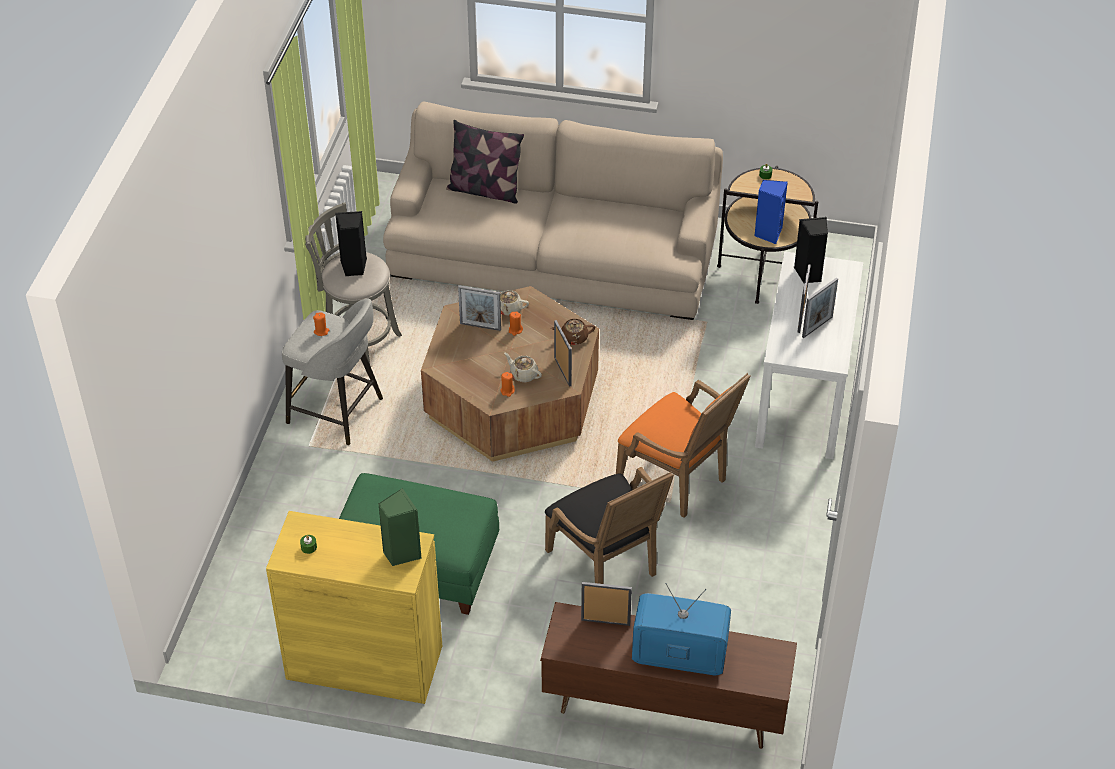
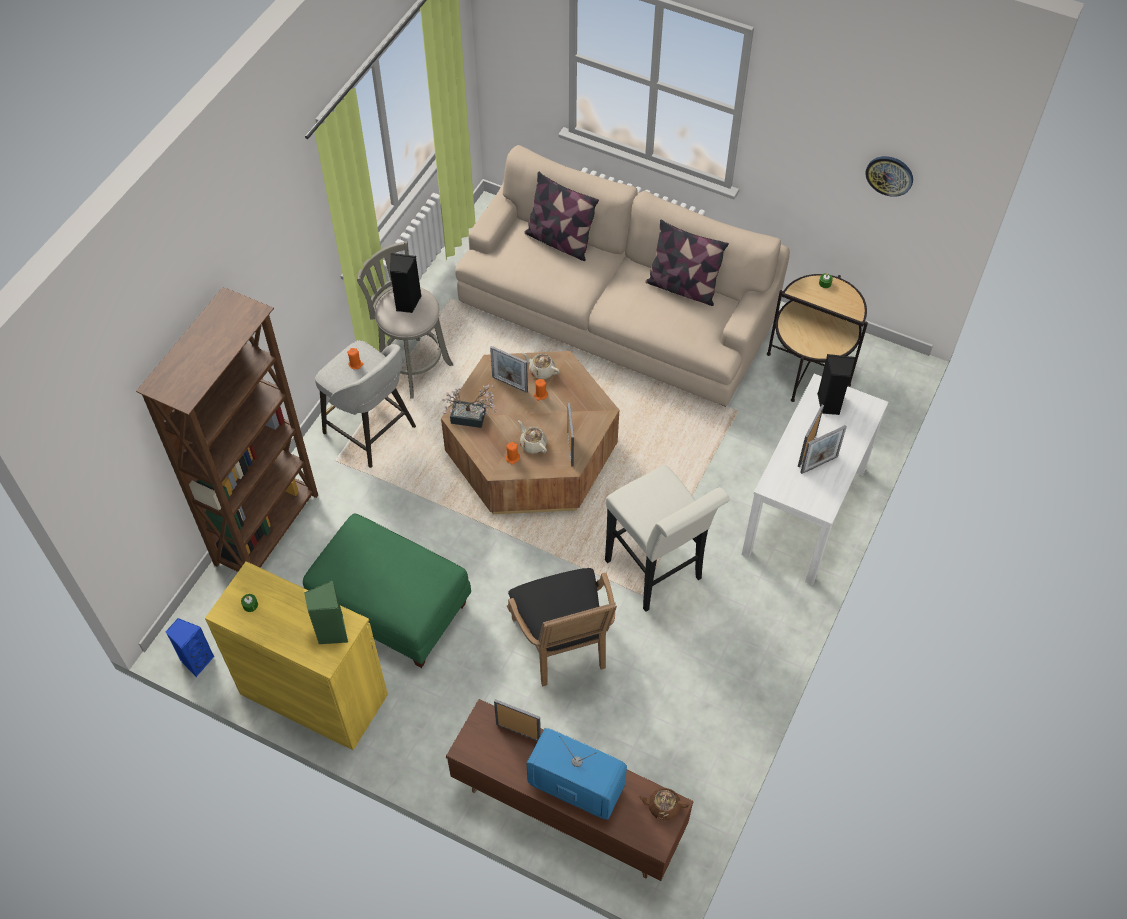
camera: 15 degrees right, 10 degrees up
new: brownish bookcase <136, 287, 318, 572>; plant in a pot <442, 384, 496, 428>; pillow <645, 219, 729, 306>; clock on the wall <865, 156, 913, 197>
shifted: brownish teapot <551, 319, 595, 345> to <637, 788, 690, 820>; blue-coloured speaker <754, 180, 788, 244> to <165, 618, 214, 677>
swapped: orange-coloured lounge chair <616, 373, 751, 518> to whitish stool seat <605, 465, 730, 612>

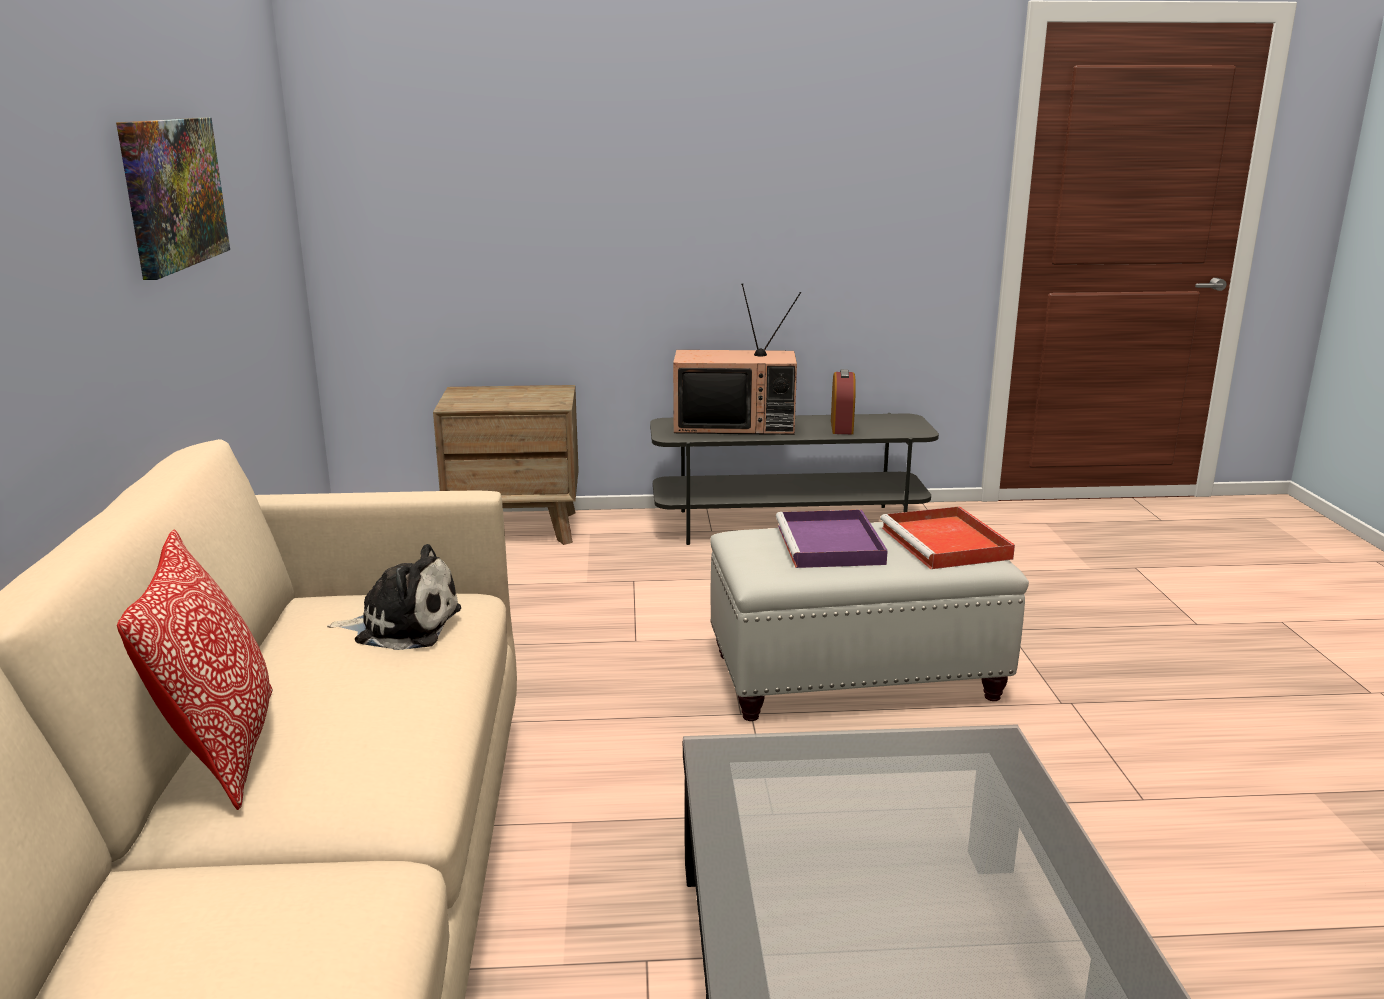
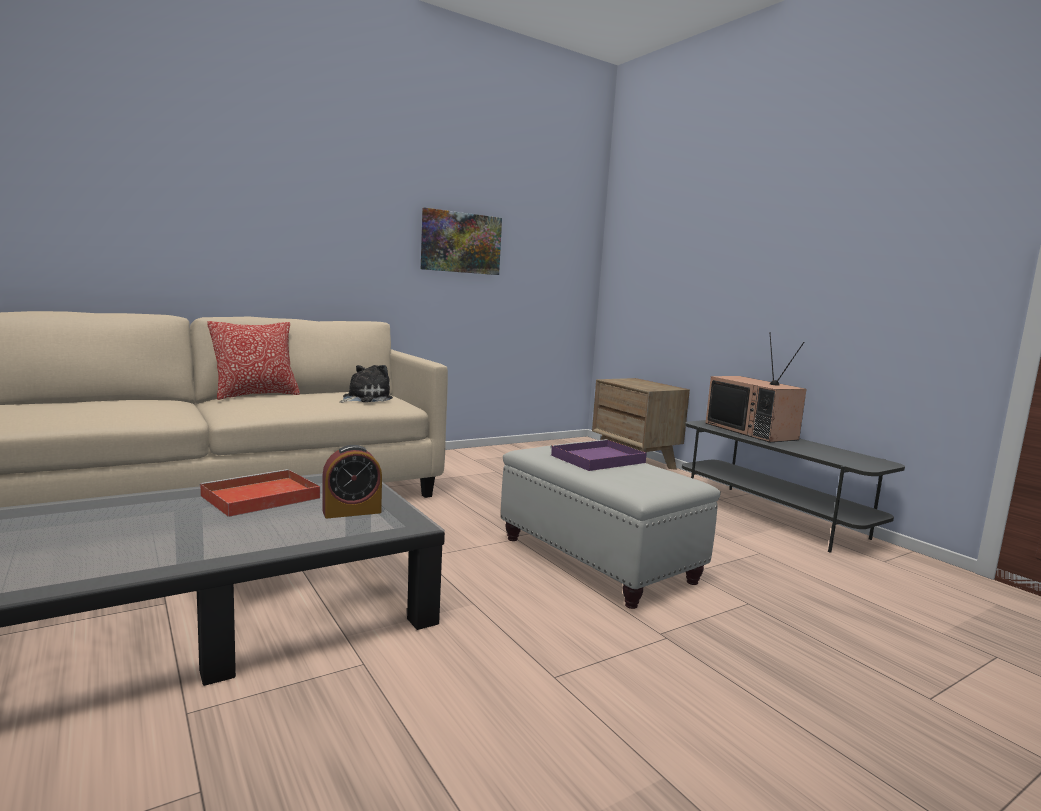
camera: 60 degrees right, 10 degrees down
shifted: alarm clock <831, 369, 856, 434> to <322, 445, 382, 518>; reddish tray <880, 506, 1015, 569> to <199, 469, 320, 517>
rotated: soft toy <327, 544, 461, 650> = <340, 365, 393, 403> 120 degrees counterclockwise

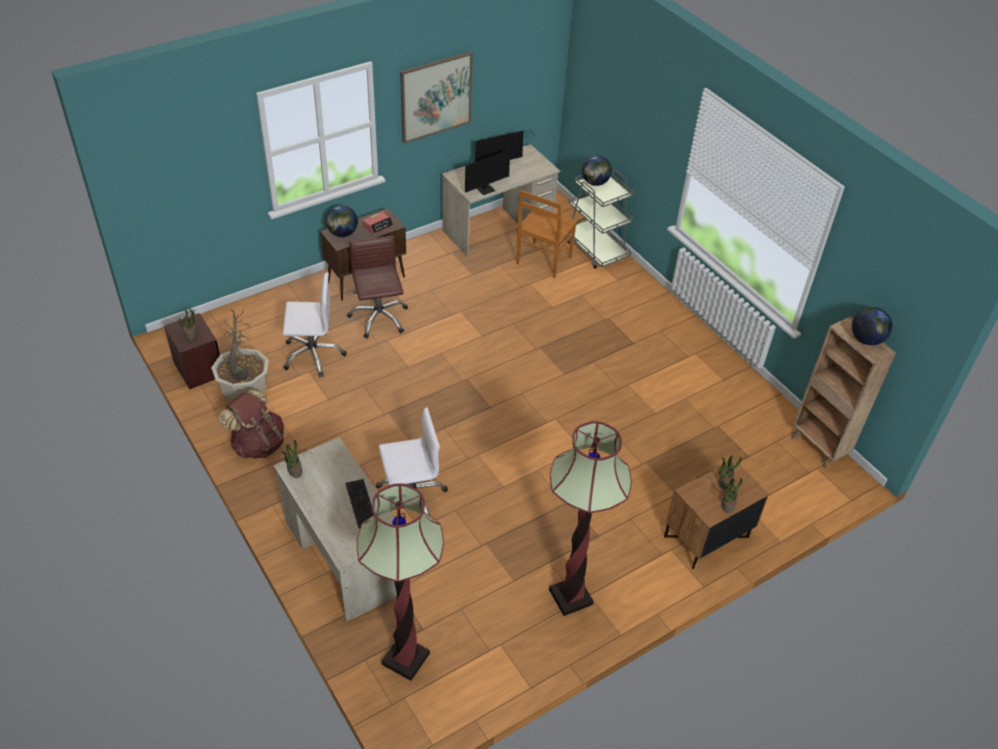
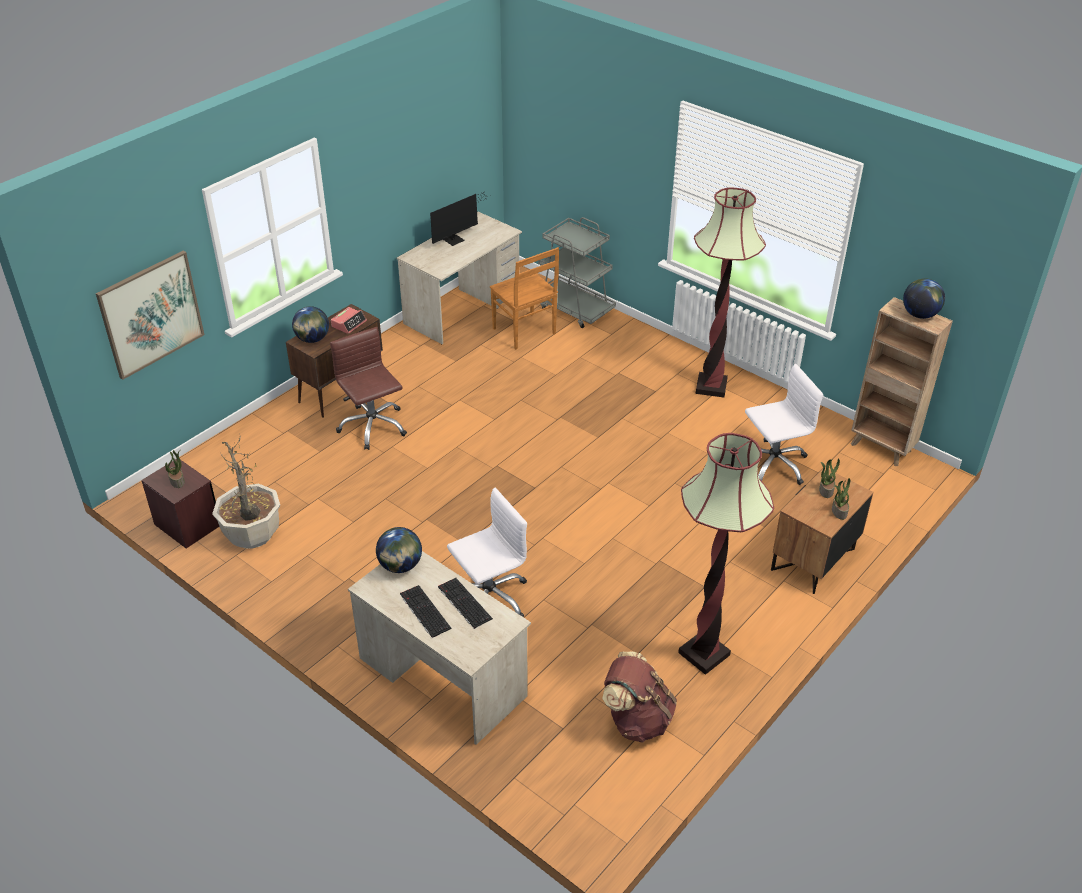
camera: 15 degrees left, 5 degrees down
gone: plant in a pot <281, 440, 302, 478>; computer display <465, 148, 524, 195>
new: keyboard <400, 585, 452, 638>
shifted: brownish backpack <219, 390, 284, 459> to <602, 652, 677, 743>; whitish computer chair <283, 272, 346, 377> to <745, 364, 824, 485>; standing lamp <356, 483, 444, 681> to <694, 187, 766, 398>; picture <400, 52, 473, 144> to <96, 251, 205, 380>; desk globe <582, 155, 612, 186> to <376, 527, 422, 573>
rotated: brownish chair <516, 190, 577, 278> = <490, 247, 559, 349> 45 degrees counterclockwise

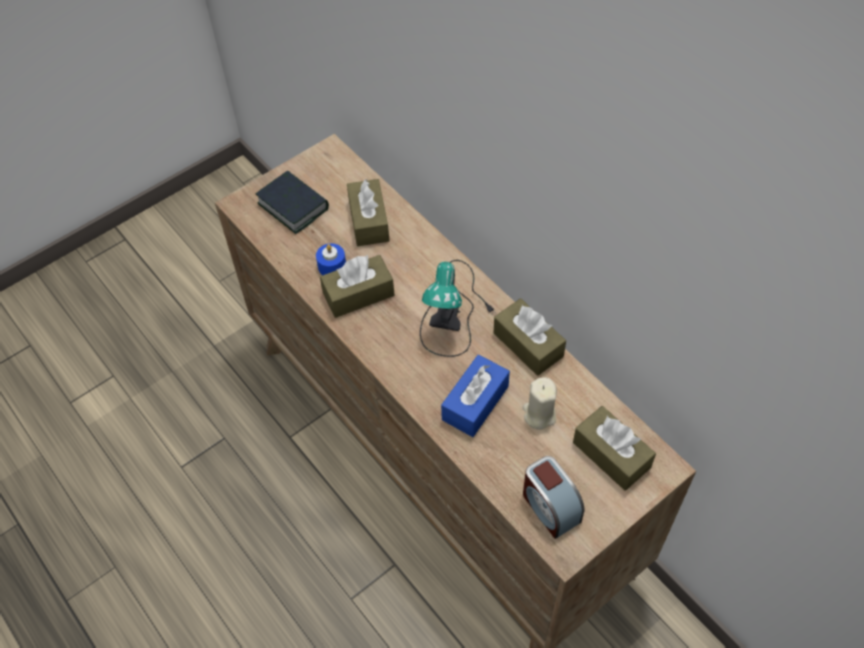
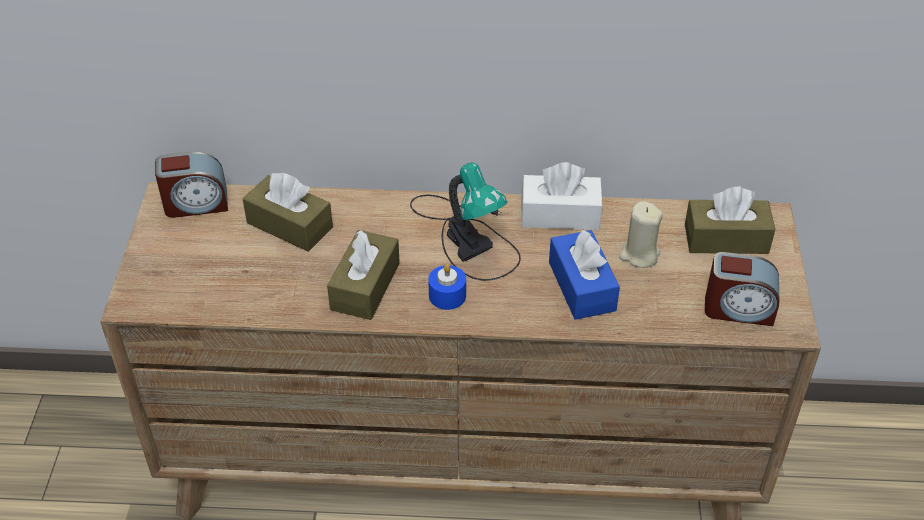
camera: 50 degrees left, 10 degrees down
gone: volume <256, 170, 329, 234>
new: alarm clock <155, 152, 228, 218>
shifted: blue-coloured wax light <316, 243, 346, 275> to <428, 264, 466, 310>
repainted: brownish tissue box <493, 299, 566, 376> to whitish tissue box <521, 162, 602, 230>

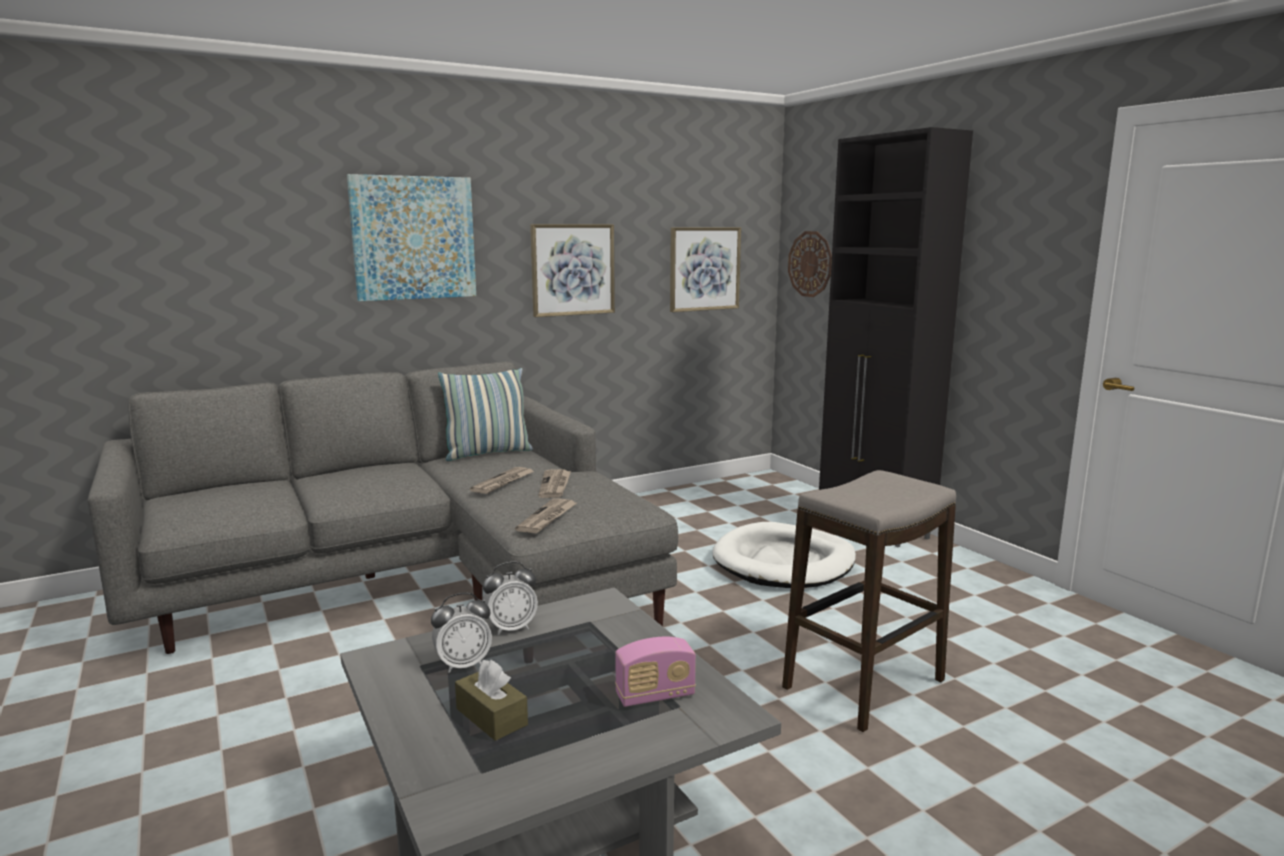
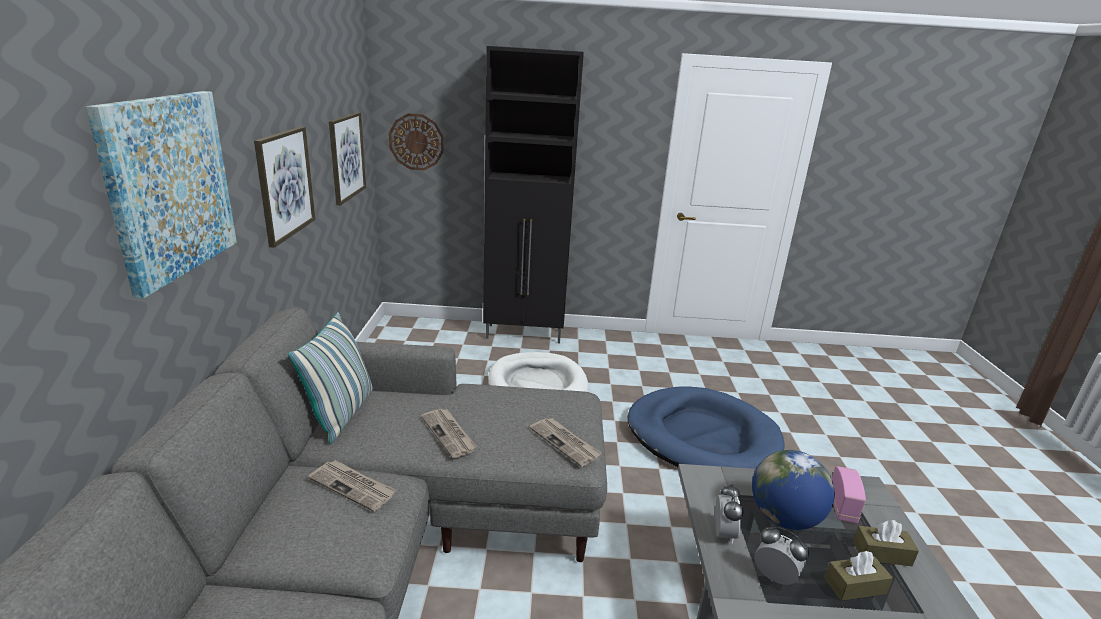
camera: 60 degrees left, 10 degrees up
new: desk globe <752, 450, 835, 530>; brownish tissue box <853, 520, 919, 566>
shifted: newspaper <538, 469, 571, 498> to <308, 460, 396, 512>
swapped: stool seat <782, 470, 956, 732> to blue-coloured dog bed <628, 386, 784, 469>
rotated: alarm clock <431, 593, 492, 673> = <755, 527, 809, 585> 60 degrees counterclockwise

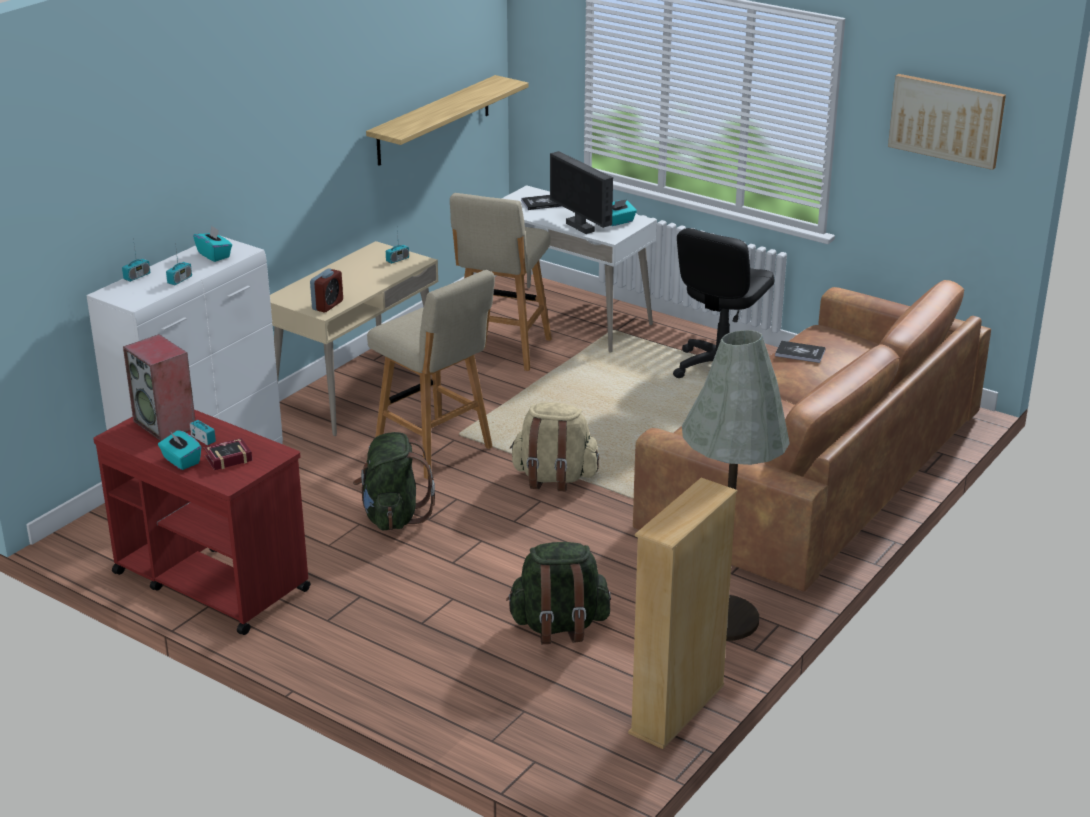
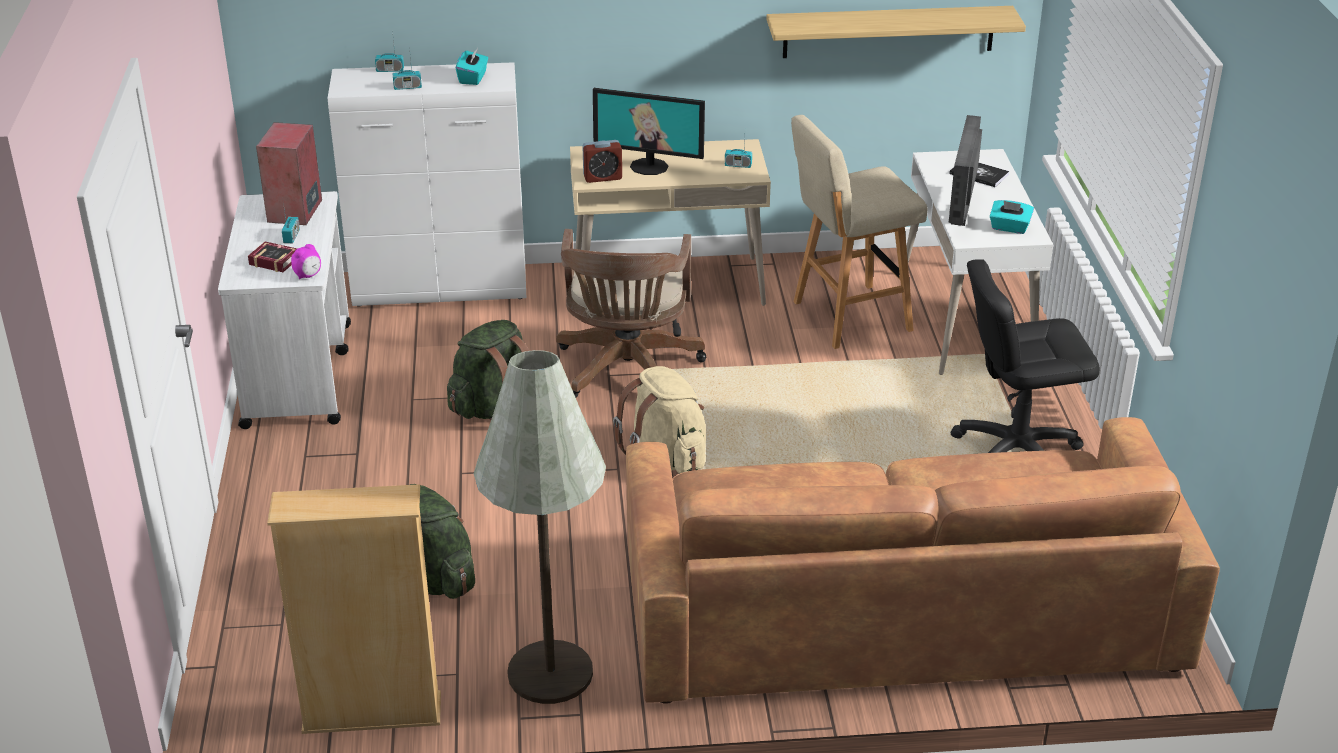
camera: 50 degrees right, 5 degrees up
gone: turquoise tissue box <158, 430, 201, 470>; volume <775, 341, 826, 363>; picture <888, 74, 1006, 170>
new: alarm clock <291, 244, 321, 279>; computer display <593, 88, 705, 175>
swapped: beige stool seat <367, 270, 495, 480> to brownish computer chair <556, 229, 707, 398>
repainted: reddish wheeled cart <93, 409, 311, 635> to whitish wheeled cart <218, 191, 351, 429>

